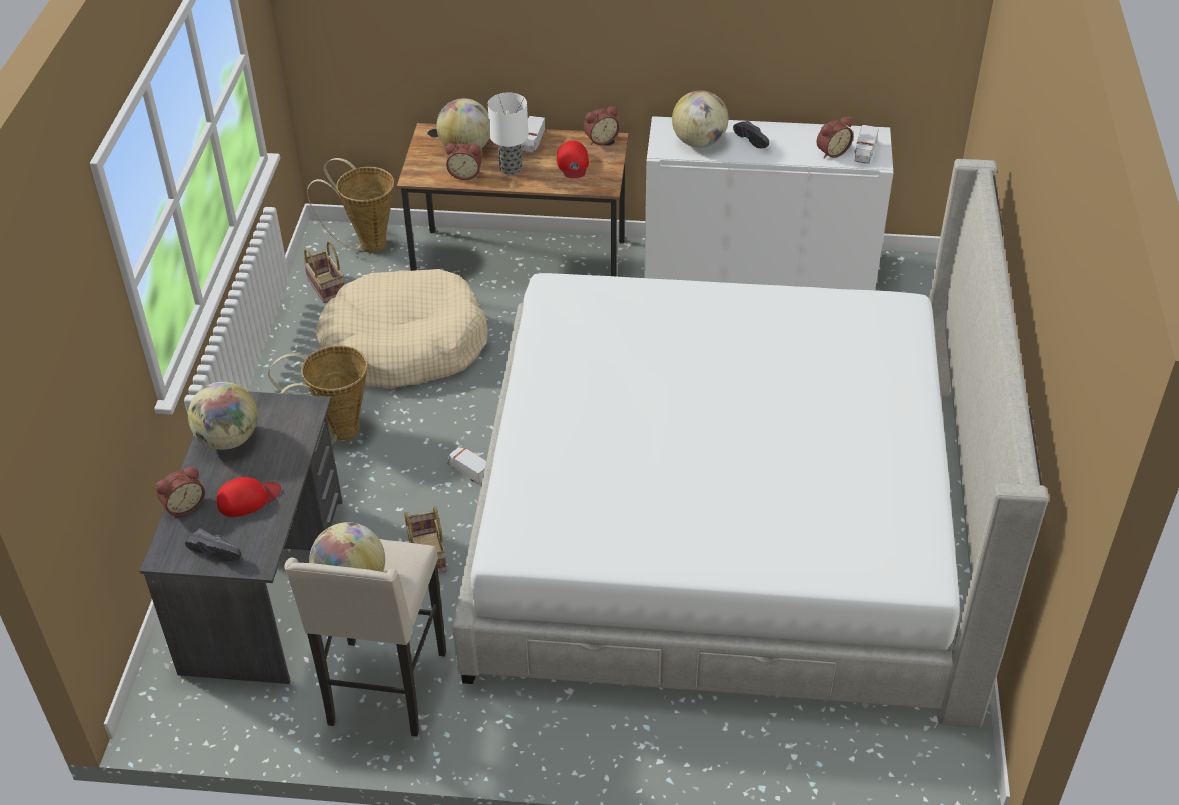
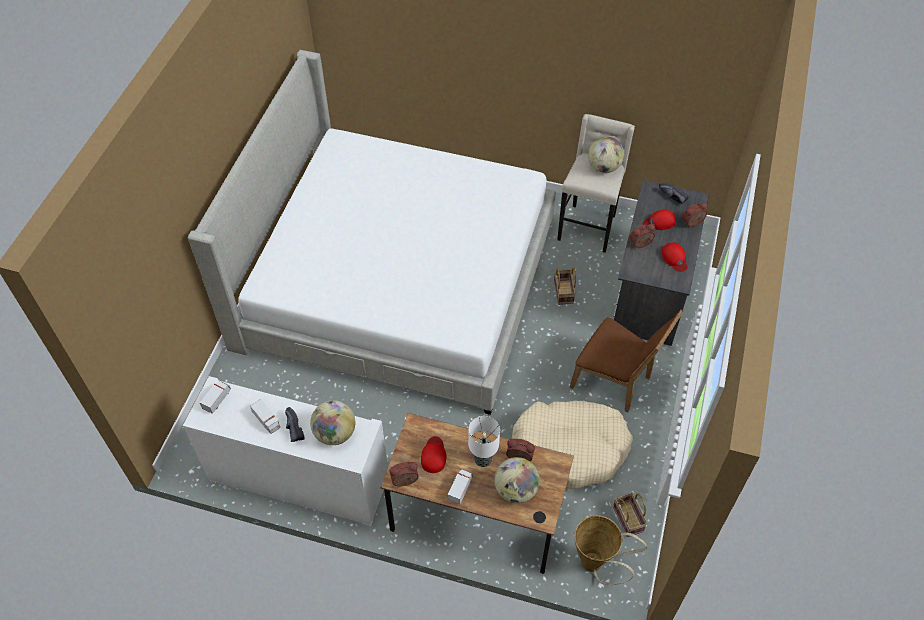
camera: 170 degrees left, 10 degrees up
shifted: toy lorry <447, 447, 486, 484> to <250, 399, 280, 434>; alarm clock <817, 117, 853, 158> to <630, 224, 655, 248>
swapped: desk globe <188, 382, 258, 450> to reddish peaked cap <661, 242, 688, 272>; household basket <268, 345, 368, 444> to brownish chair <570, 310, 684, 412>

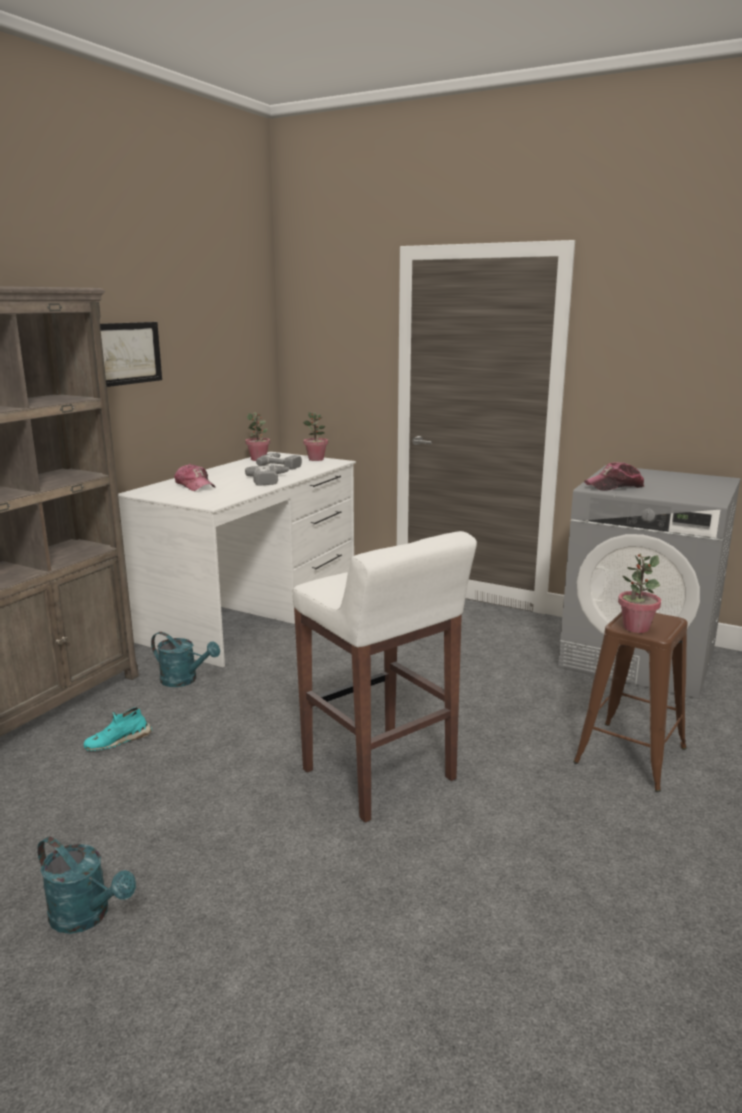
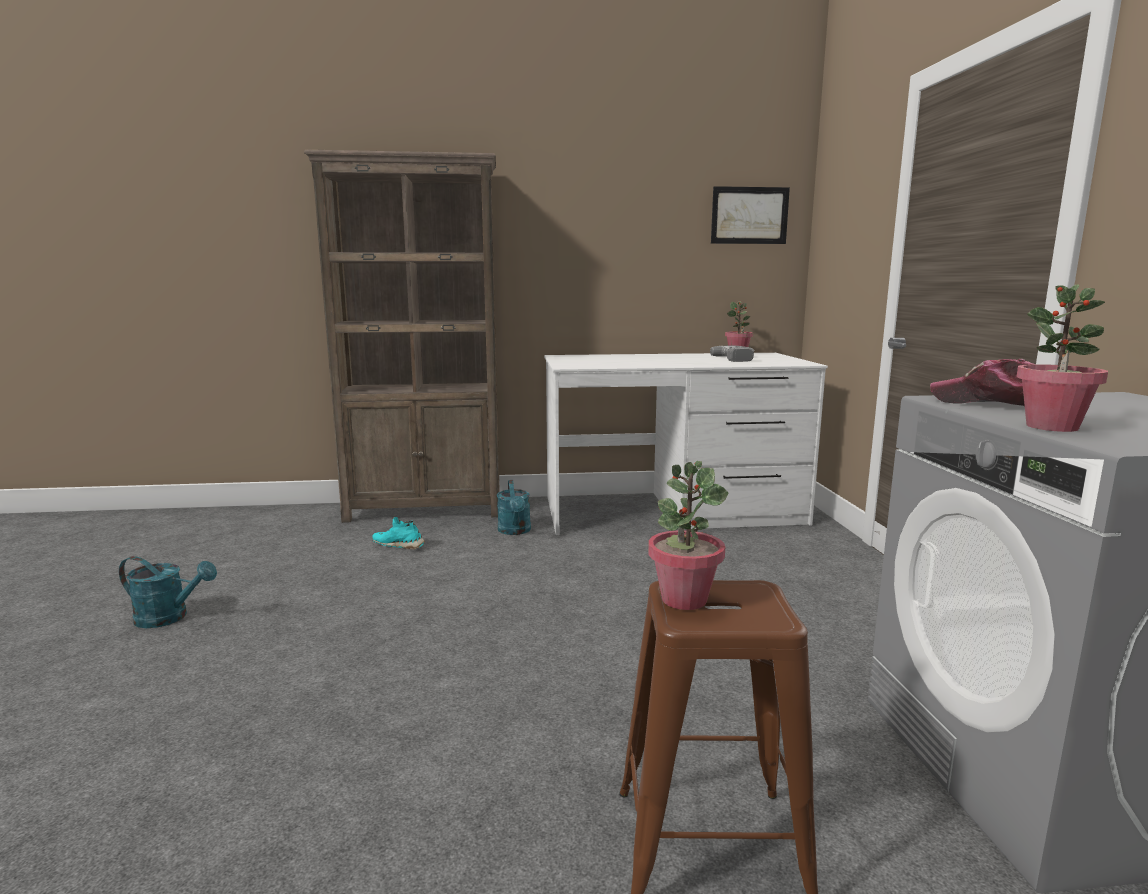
camera: 55 degrees right, 5 degrees down
gone: peaked cap <174, 464, 215, 491>; electric drill <245, 465, 290, 486>; whitish stool seat <292, 531, 477, 823>
shifted: picture <100, 322, 162, 387> to <711, 186, 790, 244>; plant in a pot <303, 412, 328, 461> to <1016, 284, 1108, 432>
rotated: turquoise sprinkling can <37, 837, 136, 934> = <119, 556, 217, 628> 75 degrees counterclockwise

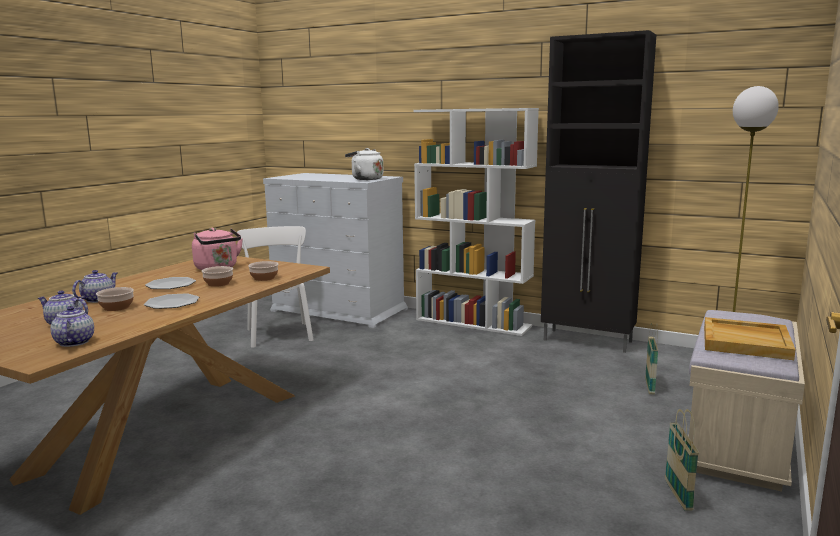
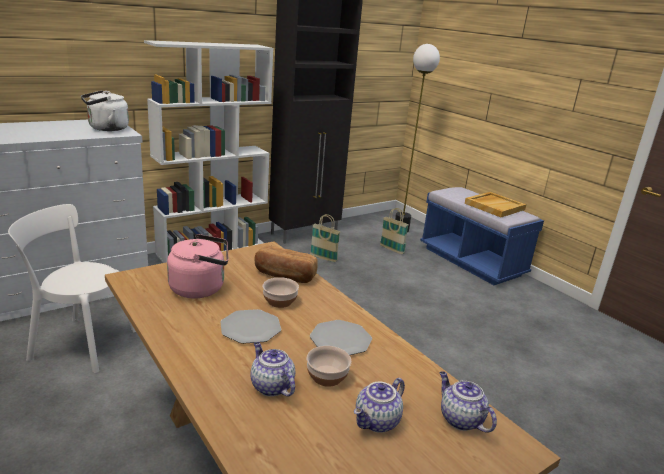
camera: 65 degrees left, 10 degrees up
shifted: household basket <665, 409, 699, 510> to <310, 214, 340, 262>
swapped: bowl <248, 261, 278, 281> to bakery bread <255, 245, 318, 283>
repainted: beige indoor bench <688, 310, 805, 492> to blue-coloured indoor bench <420, 187, 544, 285>
rotated: teapot <50, 306, 94, 347> = <440, 371, 497, 433> 45 degrees clockwise

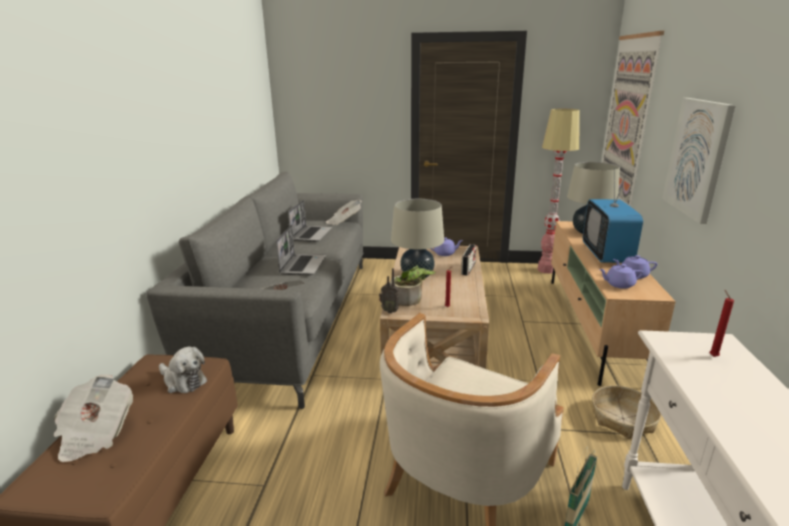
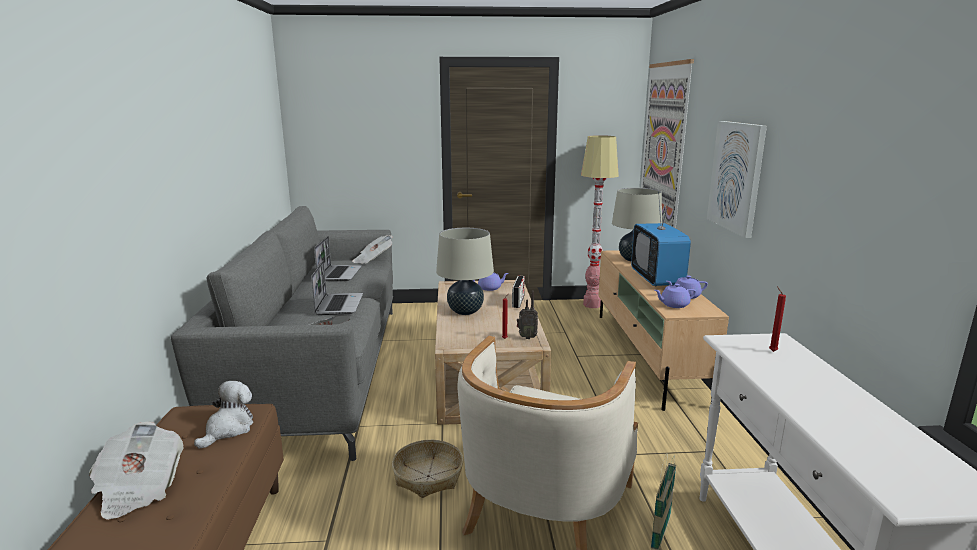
camera: 10 degrees left, 5 degrees down
gone: plant in a pot <390, 265, 436, 306>
shifted: radio <379, 268, 399, 313> to <517, 291, 538, 339>; household basket <592, 385, 661, 439> to <392, 440, 463, 498>
rotated: soft toy <159, 347, 207, 393> = <194, 381, 253, 449> 90 degrees counterclockwise

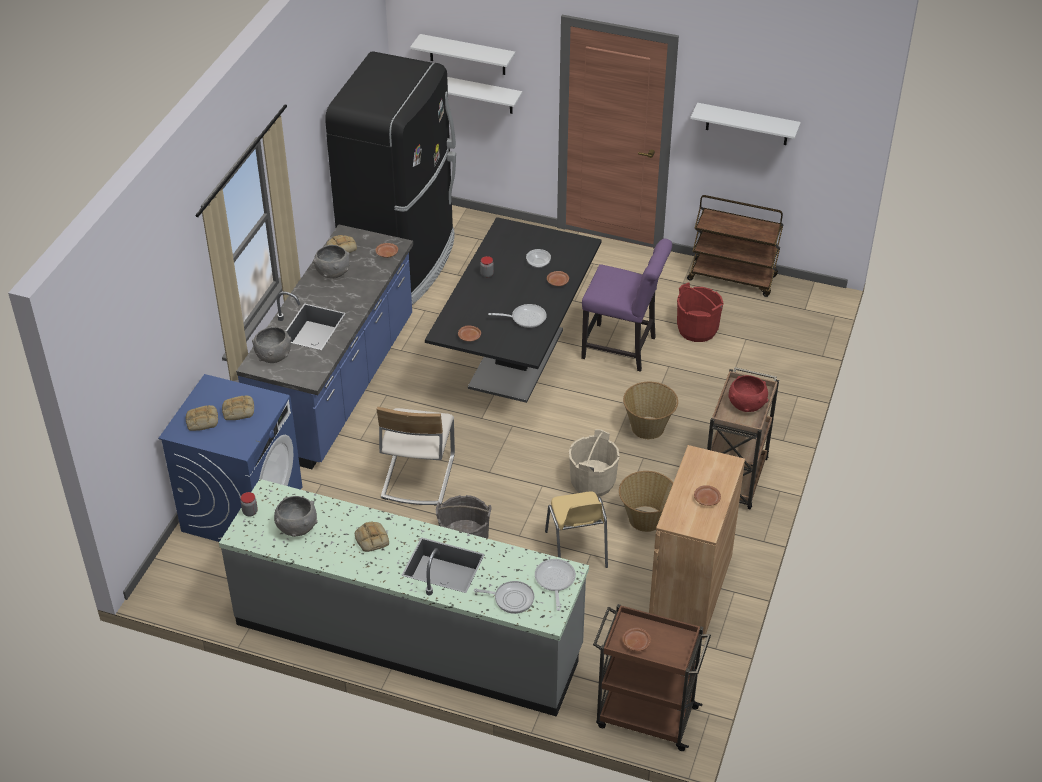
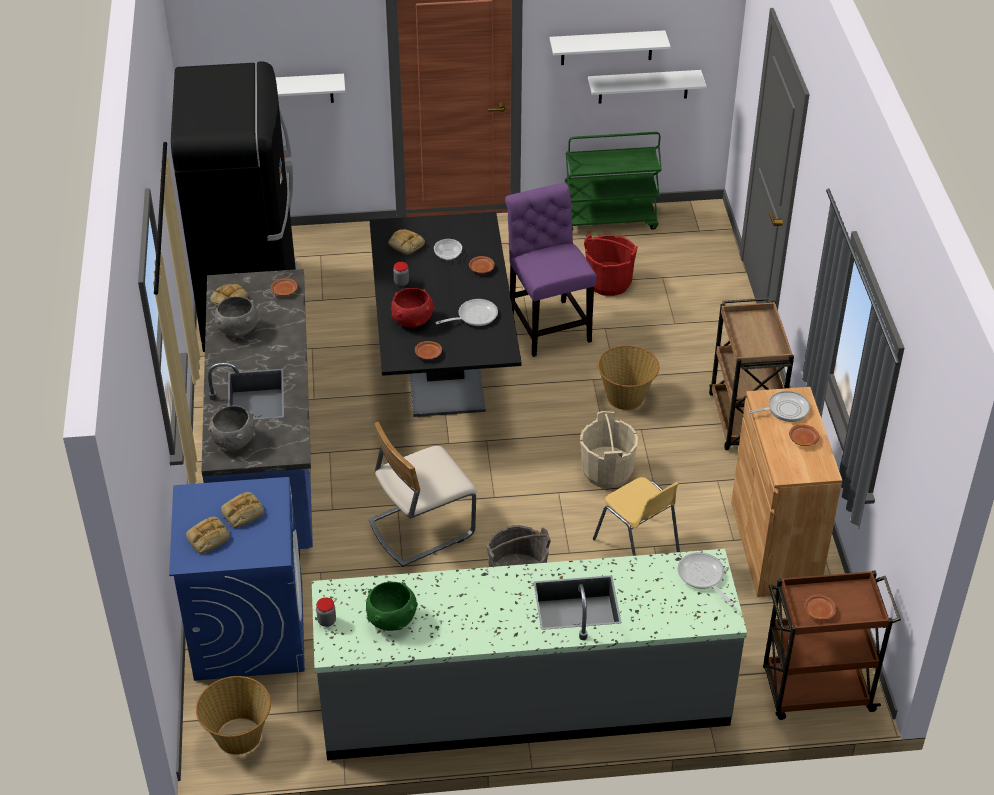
camera: 25 degrees left, 0 degrees up
shifted: bakery bread <355, 521, 389, 552> to <388, 229, 425, 255>; whitish bracket shelf <410, 34, 515, 75> to <588, 70, 707, 103>; frying pan <474, 581, 534, 614> to <749, 391, 810, 422>; household basket <619, 471, 673, 532> to <196, 676, 271, 755>; reddish bowl <728, 375, 768, 412> to <391, 288, 435, 327>
repainted: grey bowl <274, 496, 318, 537> to green-coloured bowl <366, 582, 418, 631>; brownish wheeled cart <687, 195, 783, 297> to green-coloured wheeled cart <565, 132, 662, 231>
rotated: beige chair <377, 407, 455, 506> = <369, 422, 477, 567> 75 degrees clockwise; purple-coloured chair <581, 239, 672, 372> = <505, 183, 597, 357> 105 degrees counterclockwise

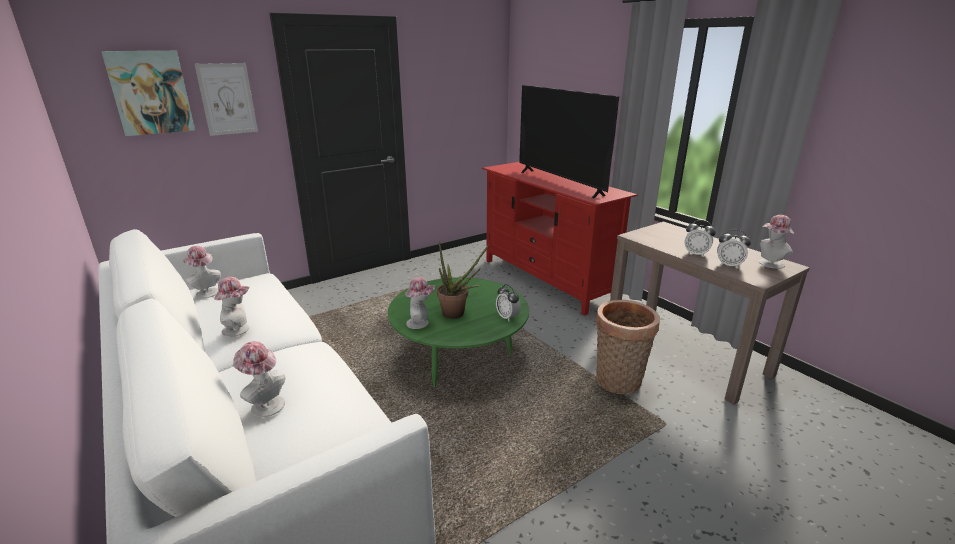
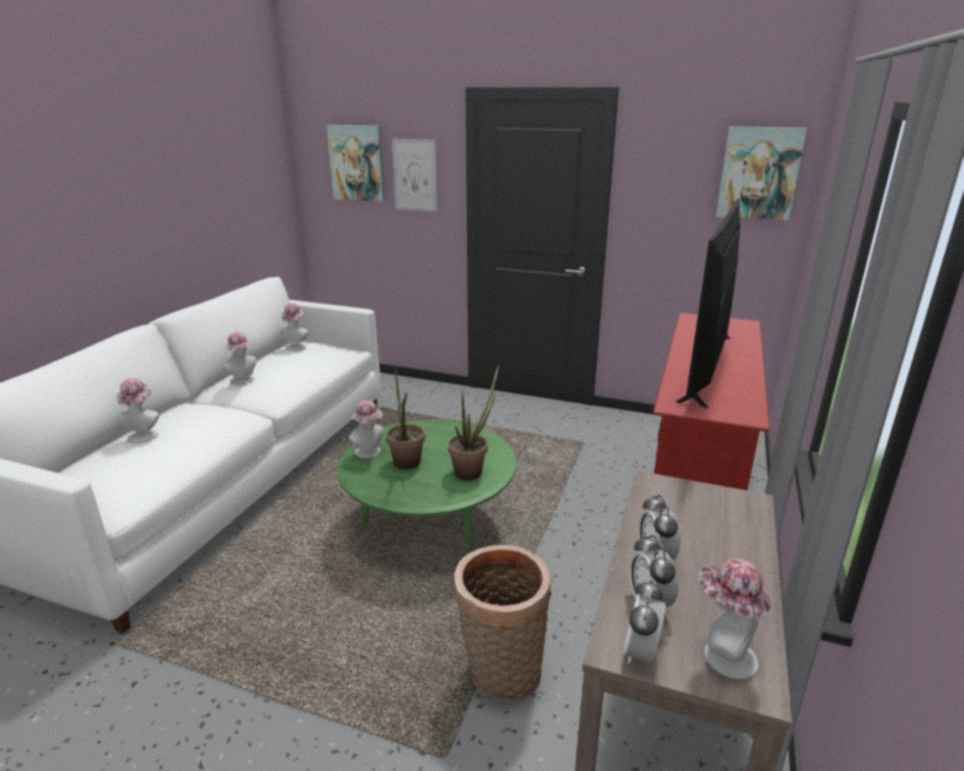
camera: 55 degrees right, 0 degrees up
new: plant in a pot <448, 365, 499, 480>; picture <716, 126, 807, 221>
shifted: alarm clock <496, 284, 521, 322> to <624, 580, 666, 664>

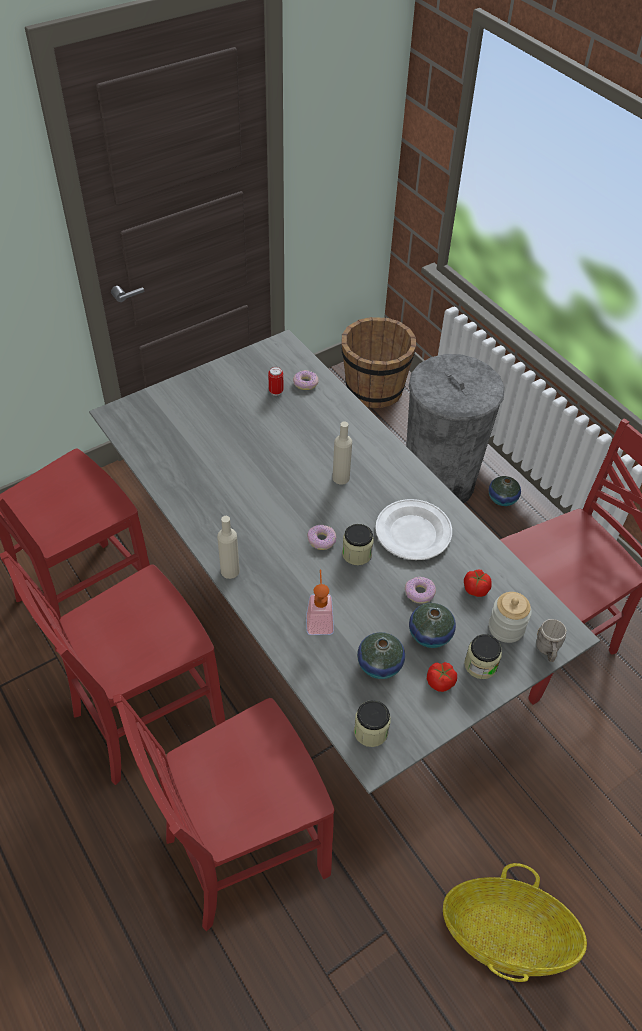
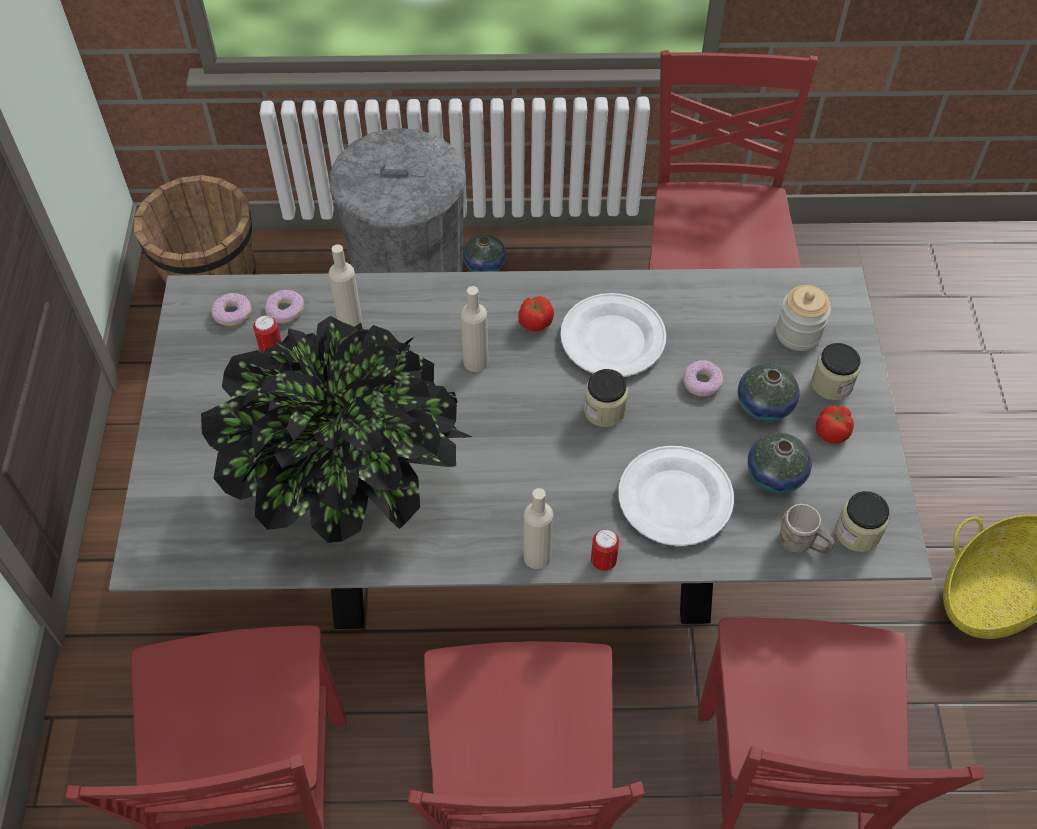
camera: 55 degrees left, 5 degrees up
new: plant in a pot <201, 316, 472, 543>; beige drink bottle <328, 244, 362, 327>; can <591, 529, 619, 571>
shifted: doughnut <307, 525, 336, 550> to <211, 293, 252, 326>; tomato <464, 569, 492, 597> to <518, 296, 554, 332>; grey coffee mug <537, 619, 566, 662> to <780, 504, 835, 554>
swapped: soap dispenser <306, 569, 334, 635> to whitish dinner plate <618, 446, 734, 546>

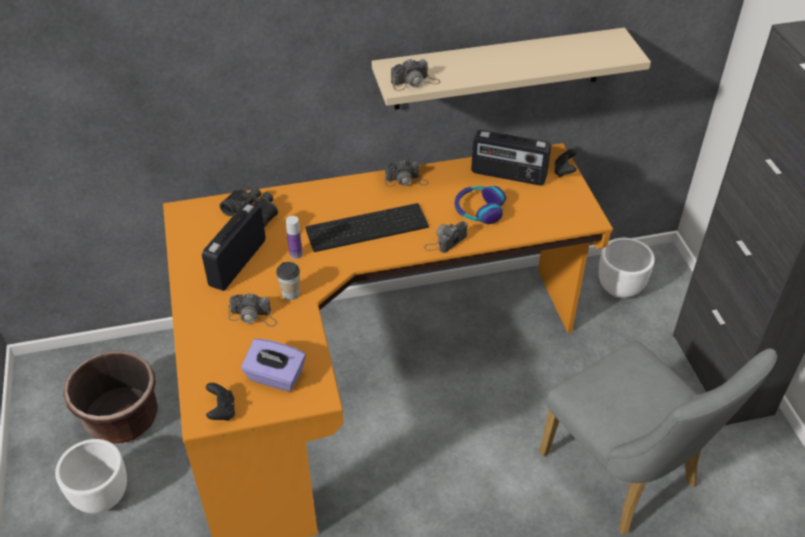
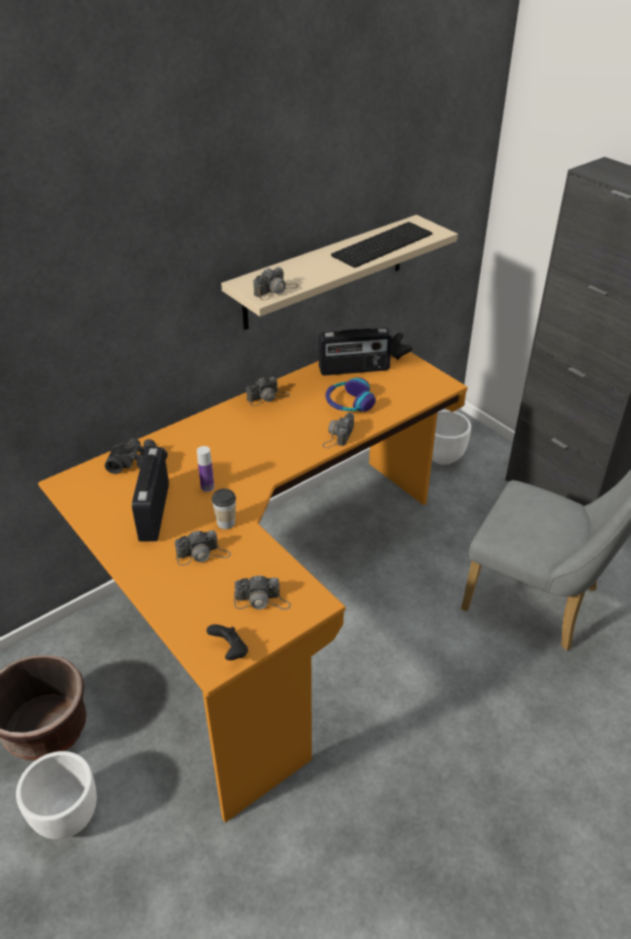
camera: 25 degrees left, 5 degrees down
shifted: keyboard <305, 203, 429, 252> to <331, 222, 432, 268>
swapped: purple-coloured tissue box <241, 339, 306, 392> to photo camera <234, 575, 291, 610>

